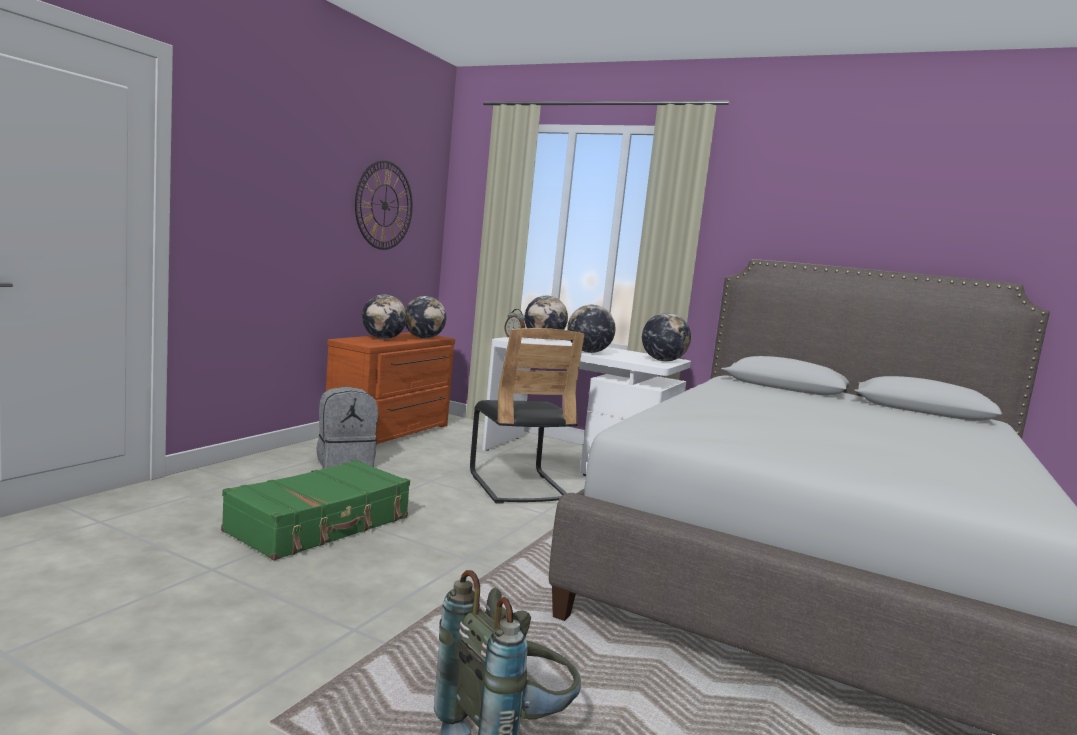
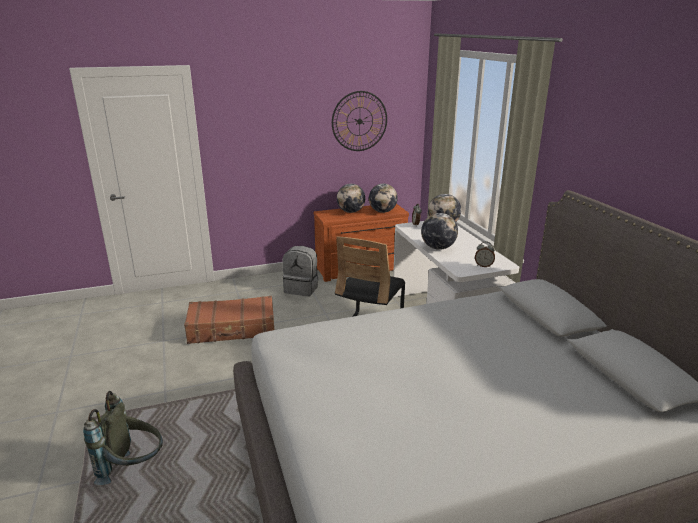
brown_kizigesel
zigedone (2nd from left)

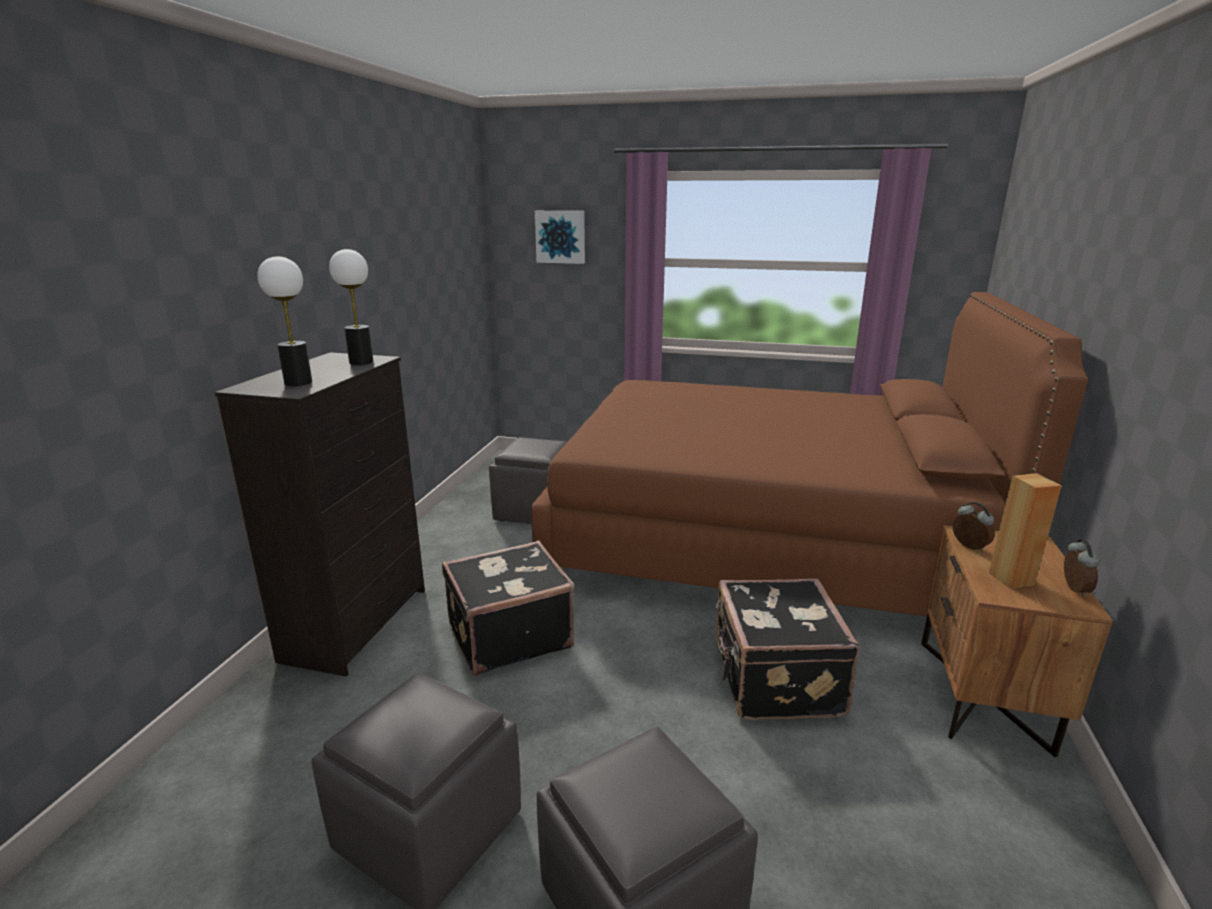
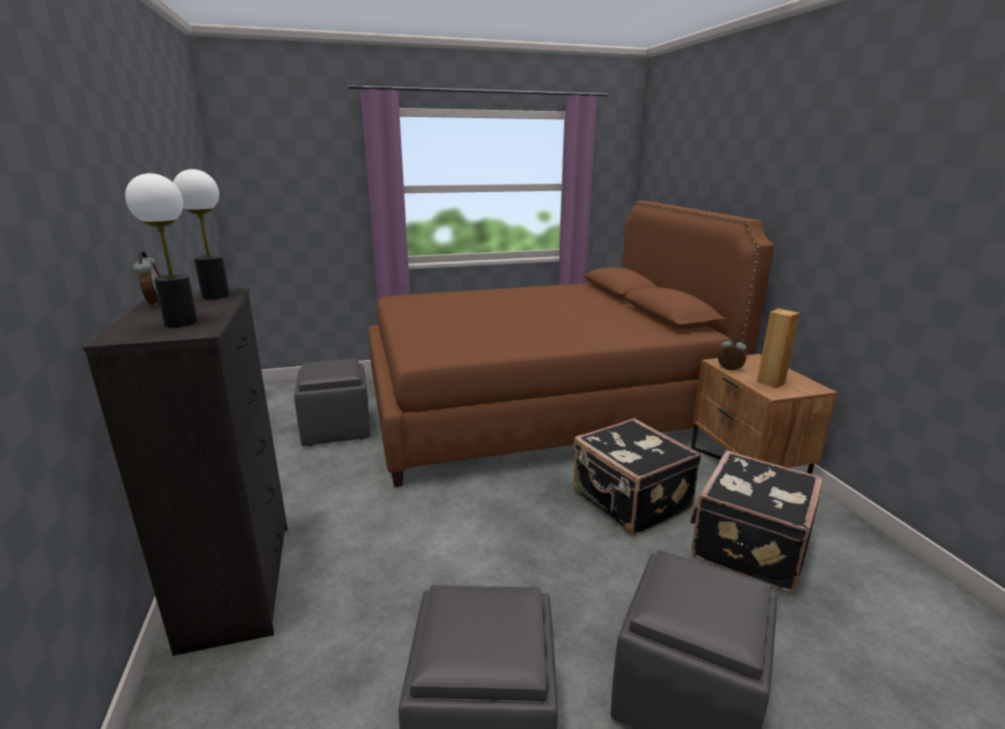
zigedone (1st from left)
black_kizigesel (2nd from left)
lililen

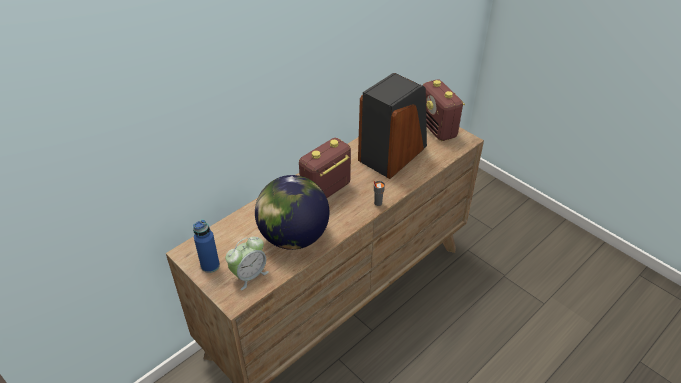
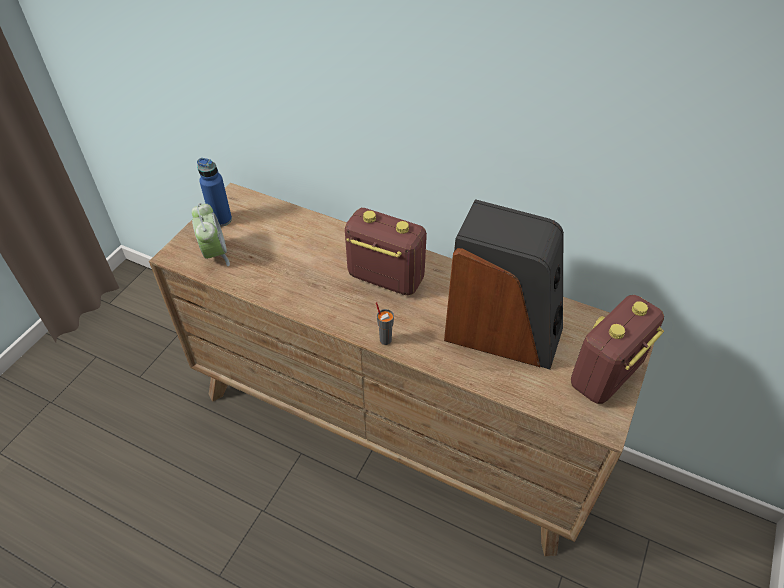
zigedone
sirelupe

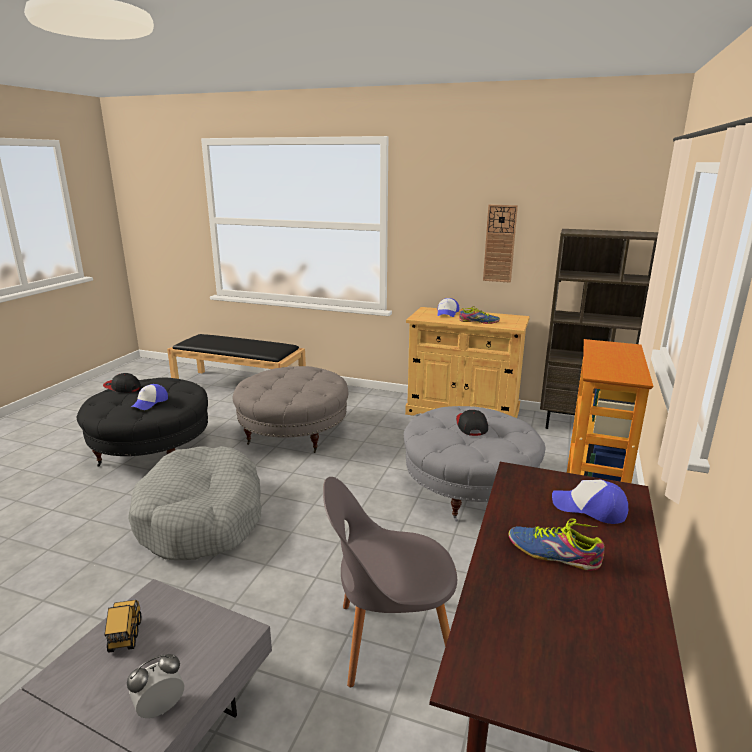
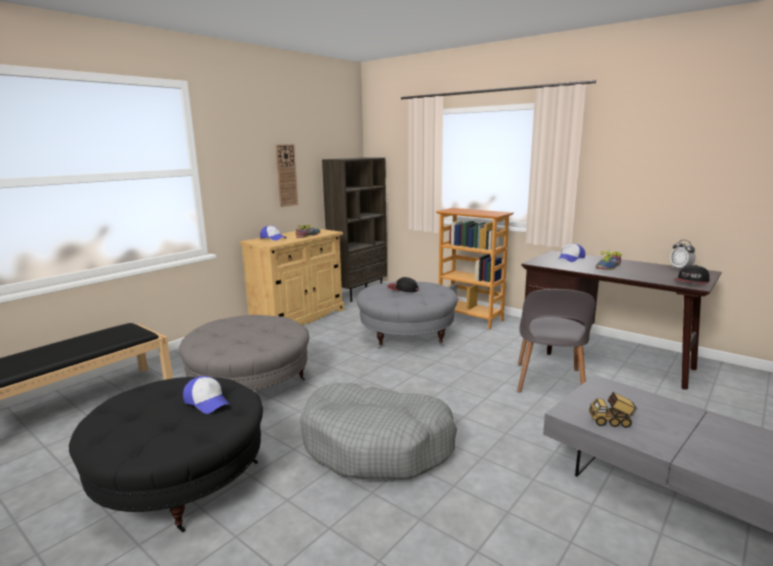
zigedone
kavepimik (5th from left)

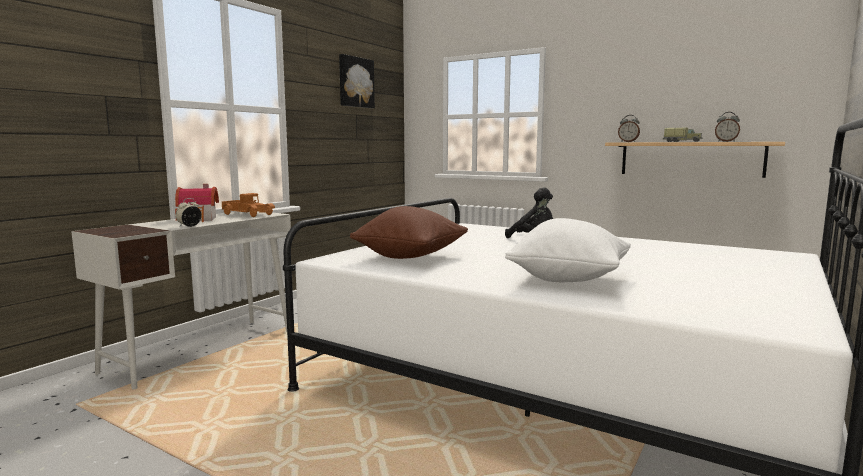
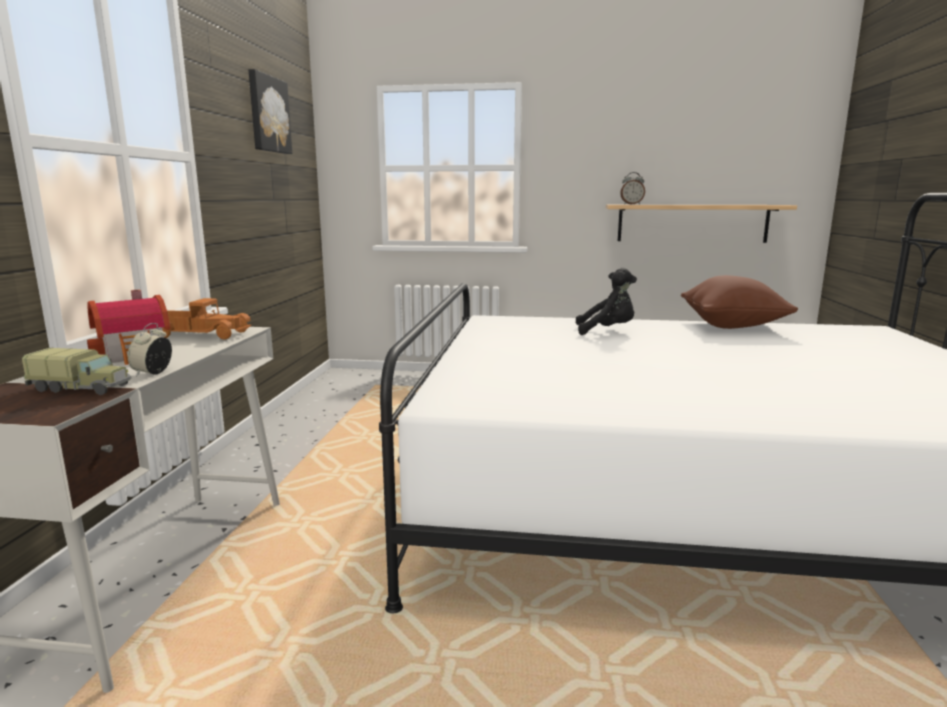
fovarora (1st from left)
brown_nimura
white_nimura
zigedone (3rd from left in the first image)

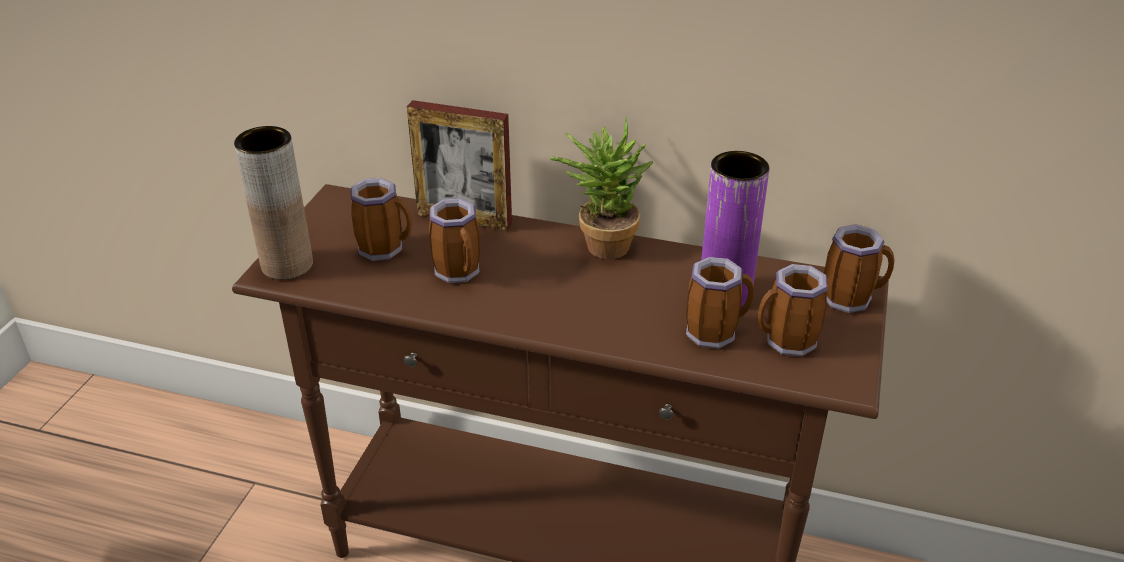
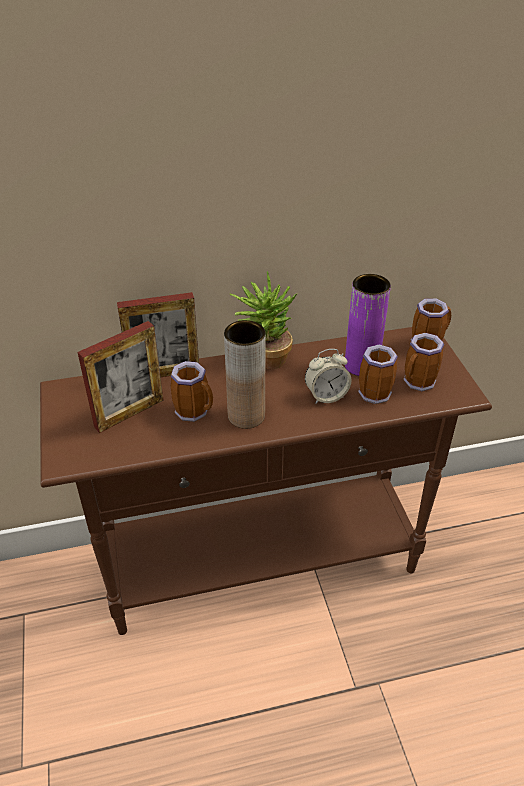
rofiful (1st from left)
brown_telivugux
zigedone

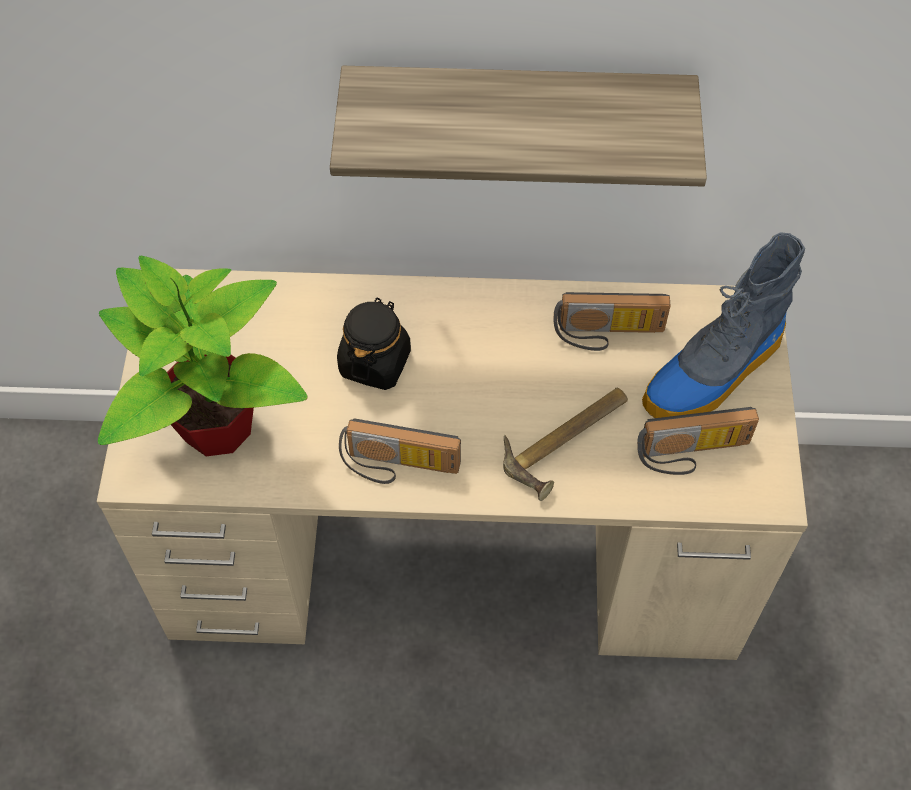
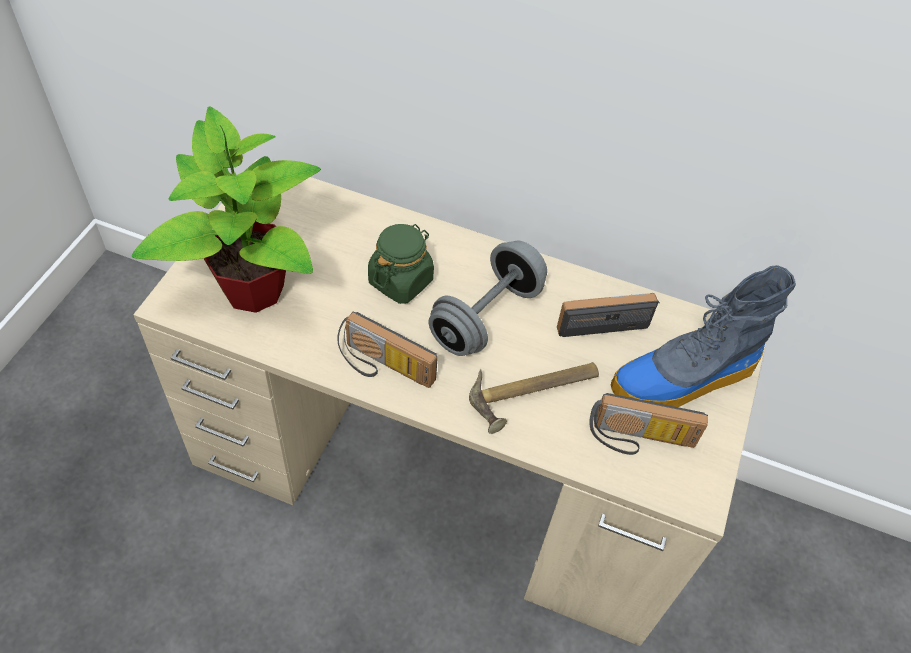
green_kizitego
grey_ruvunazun
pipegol (2nd from left)
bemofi

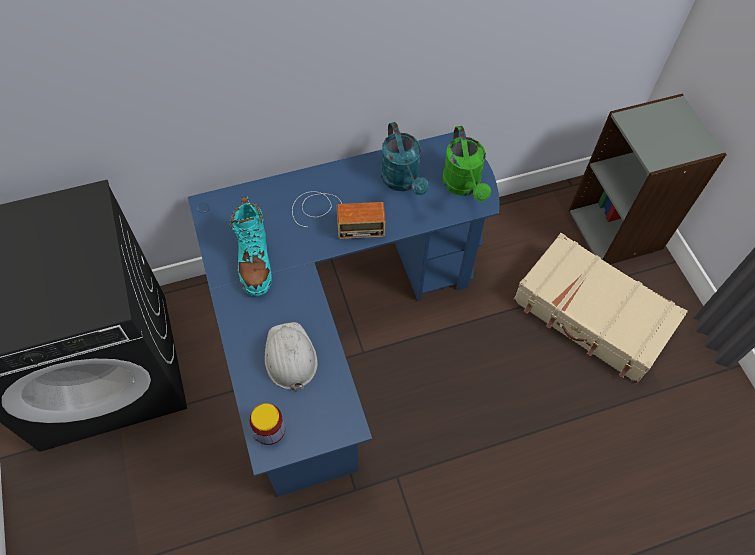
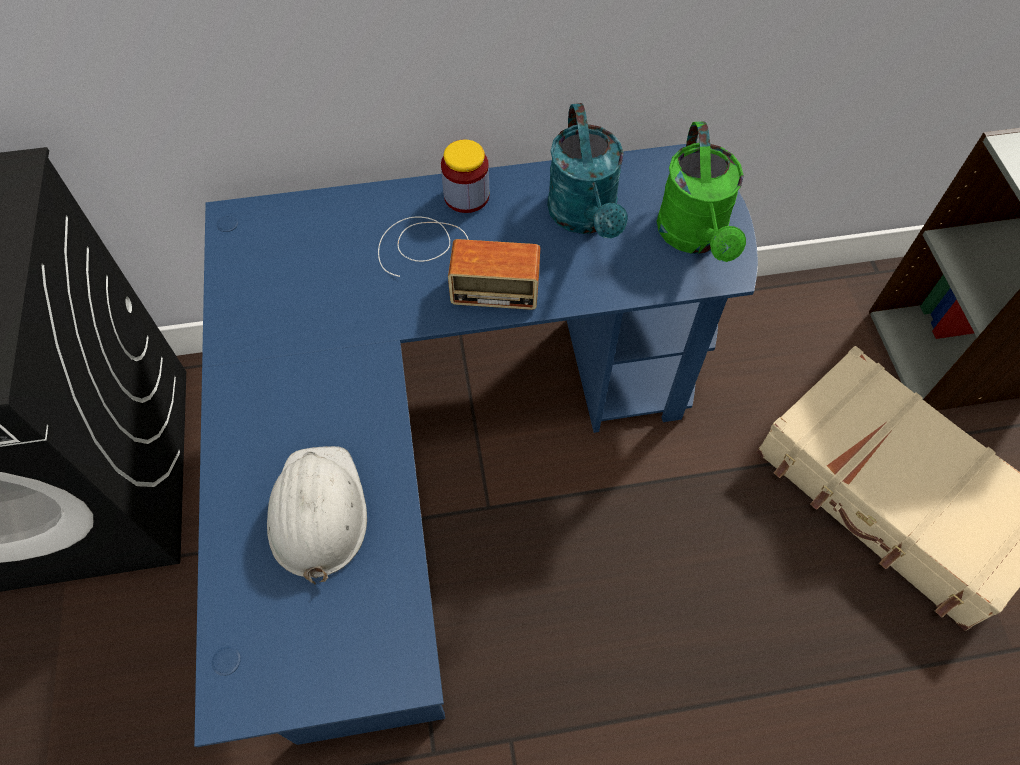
kizitego
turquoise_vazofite

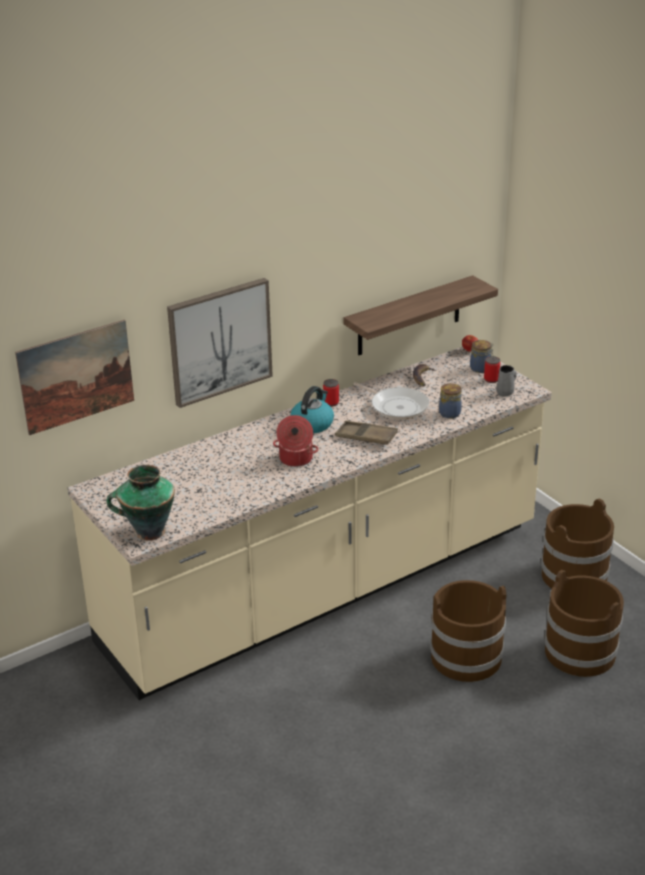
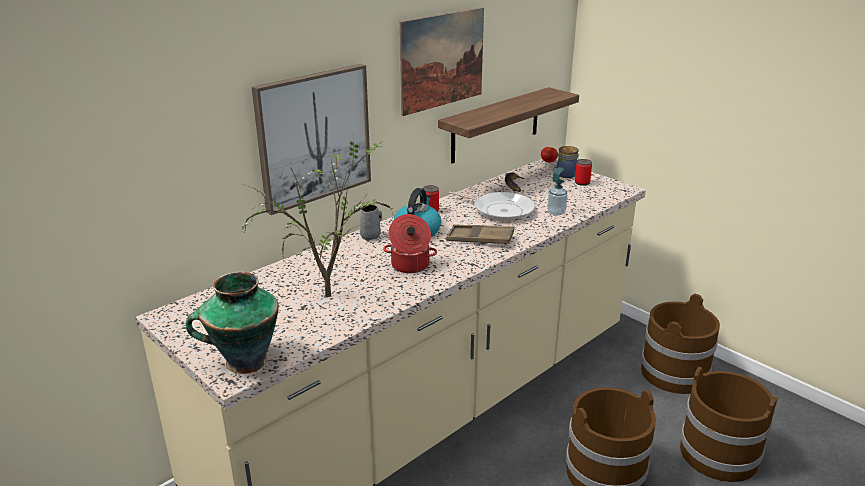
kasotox
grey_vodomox
lililen (2nd from left)
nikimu

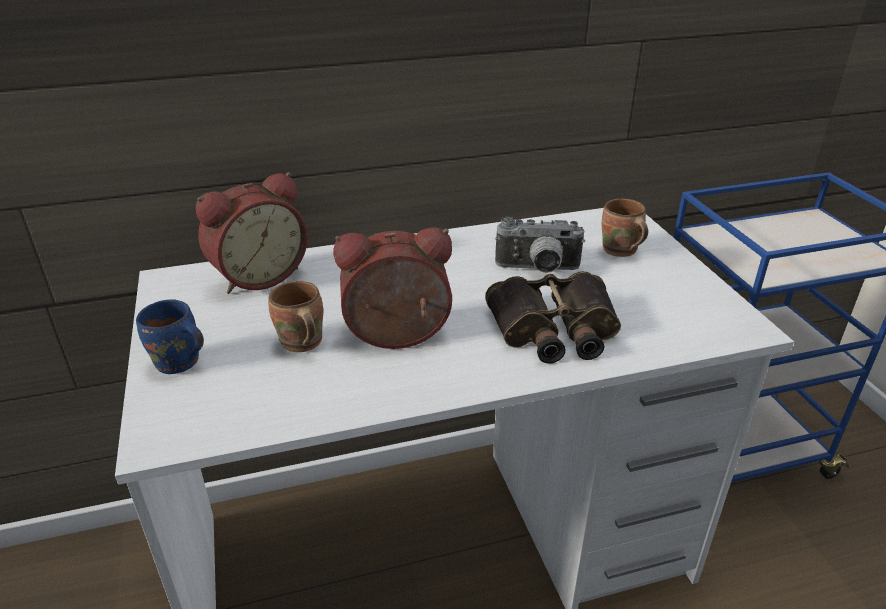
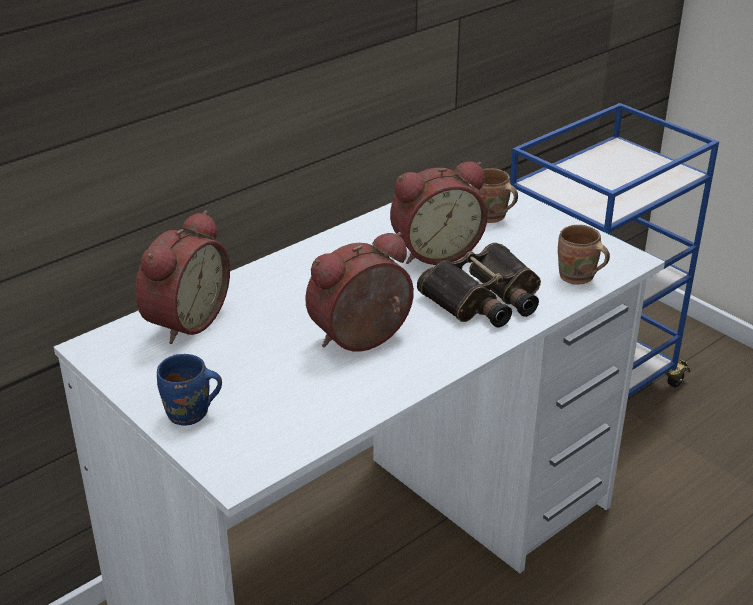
zigedone (3rd from left)
brown_vodomox (2nd from left)

